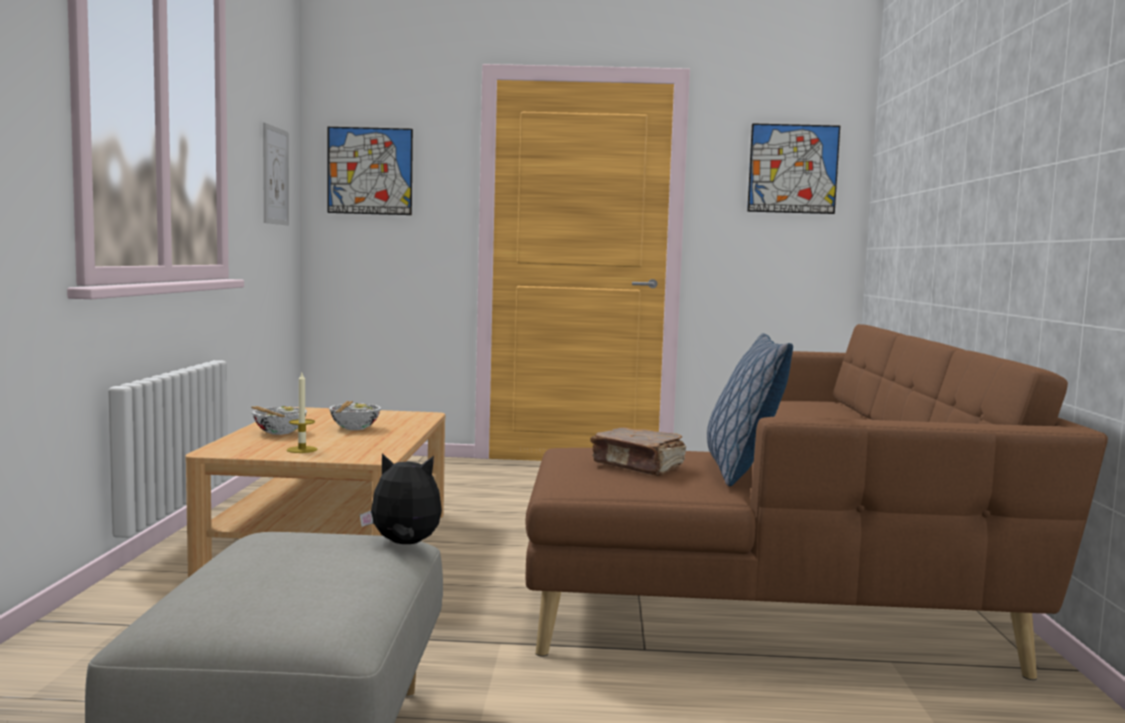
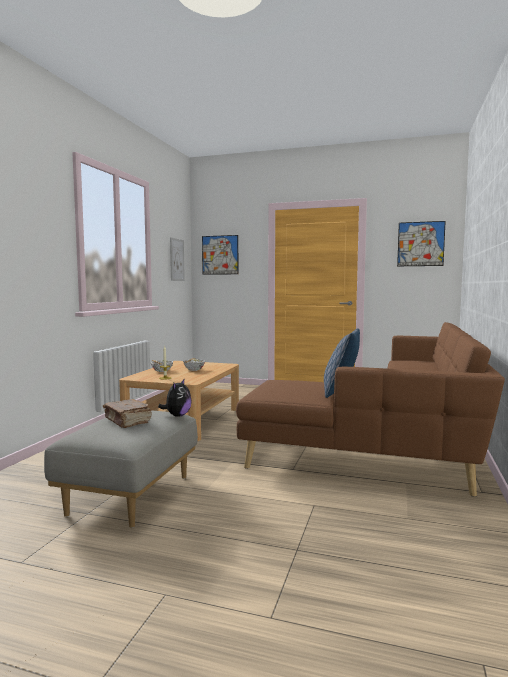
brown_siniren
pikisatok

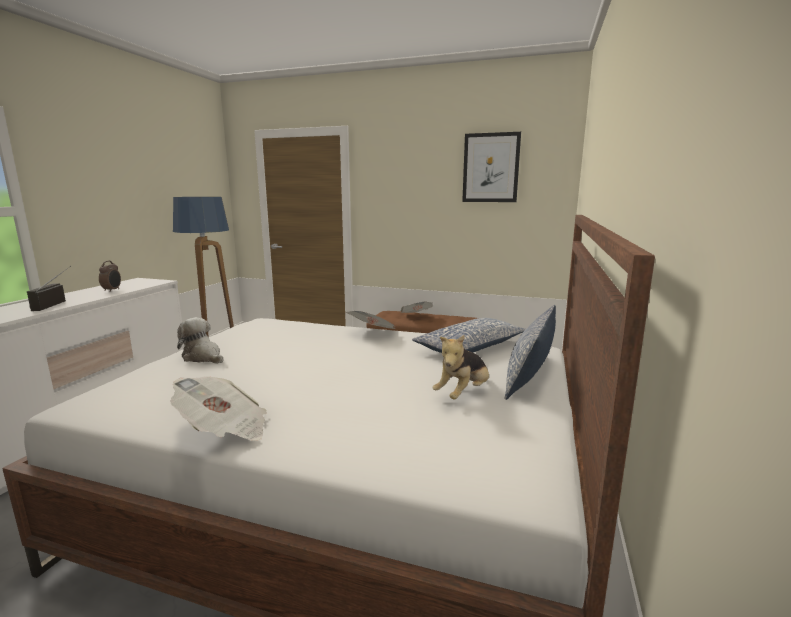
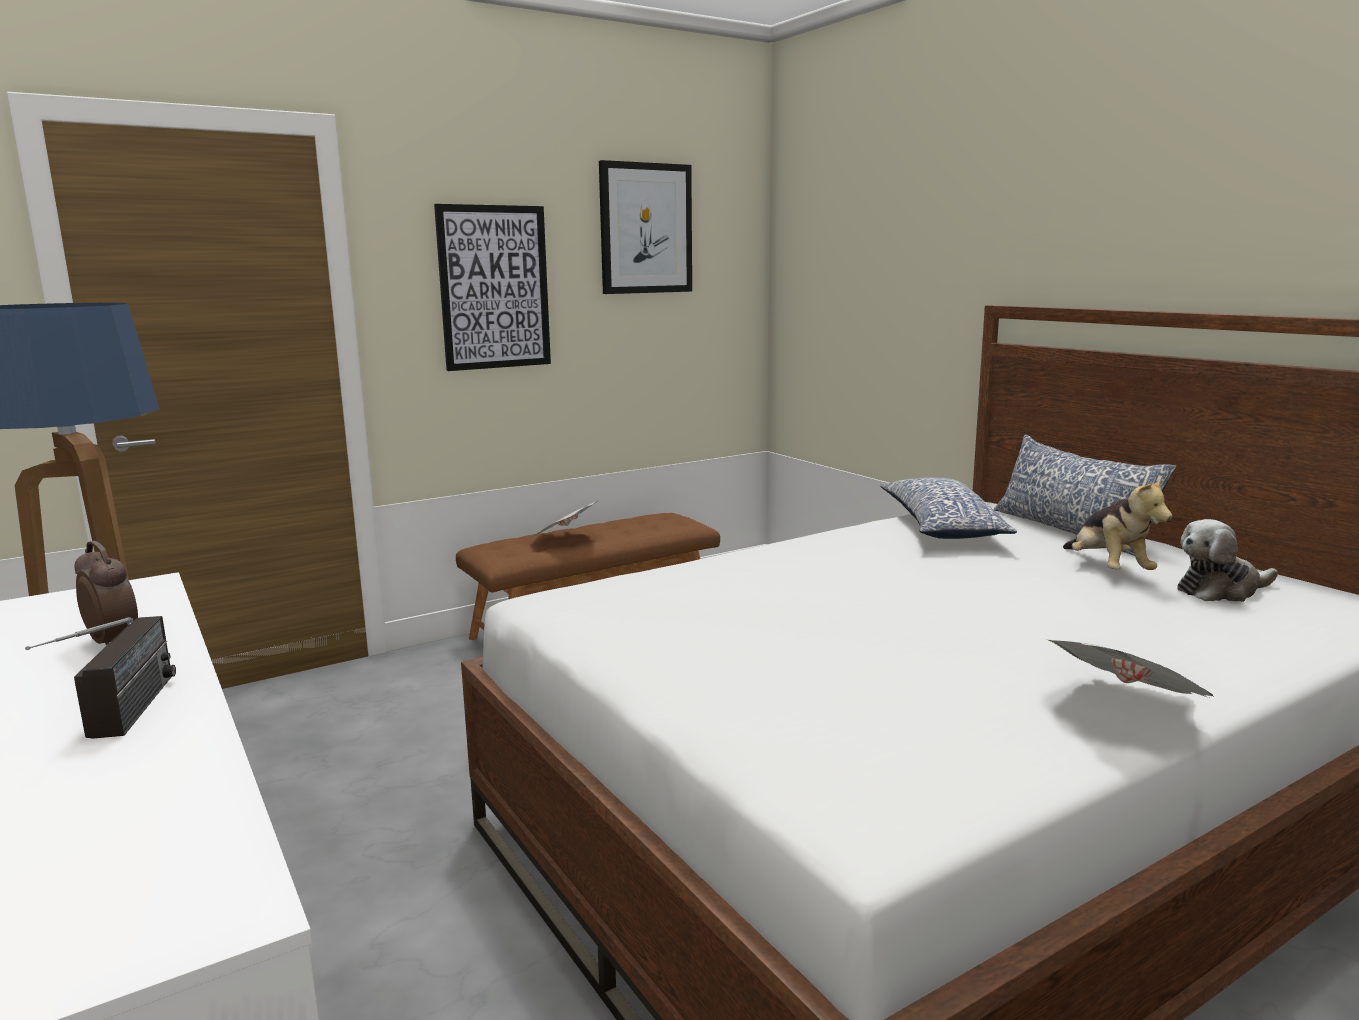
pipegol
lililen (1st from left)
pikisatok (2nd from left)
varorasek (2nd from left in the first image)

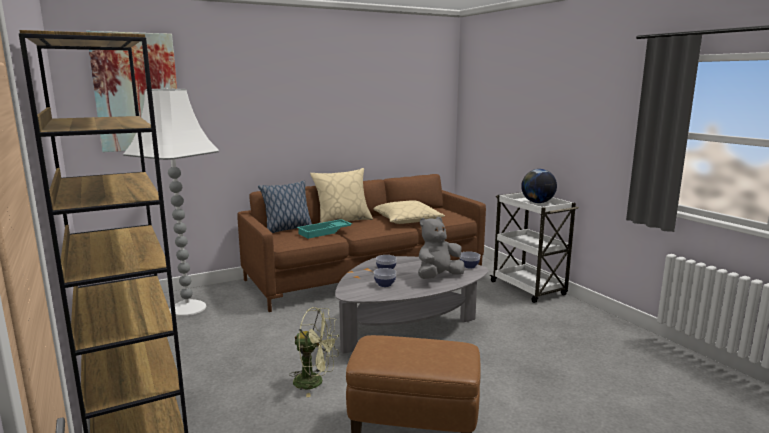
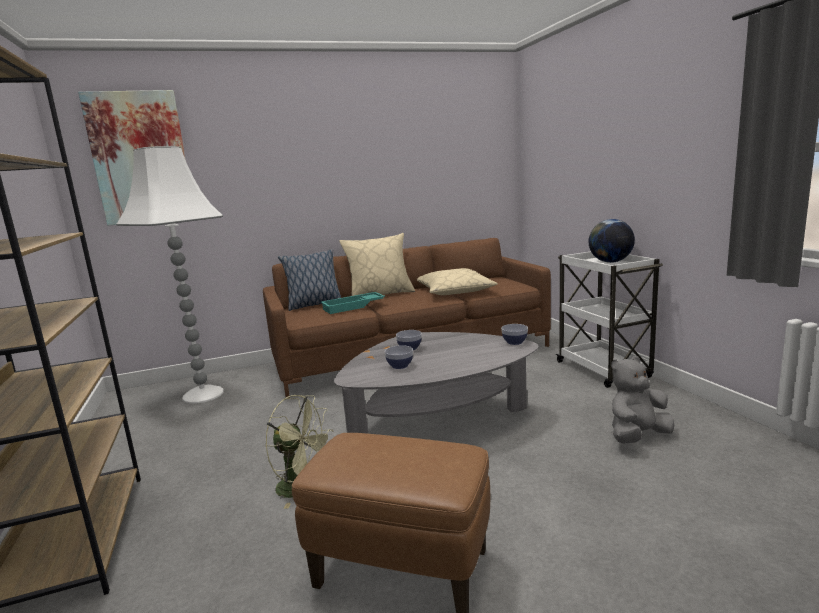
grey_pikisatok

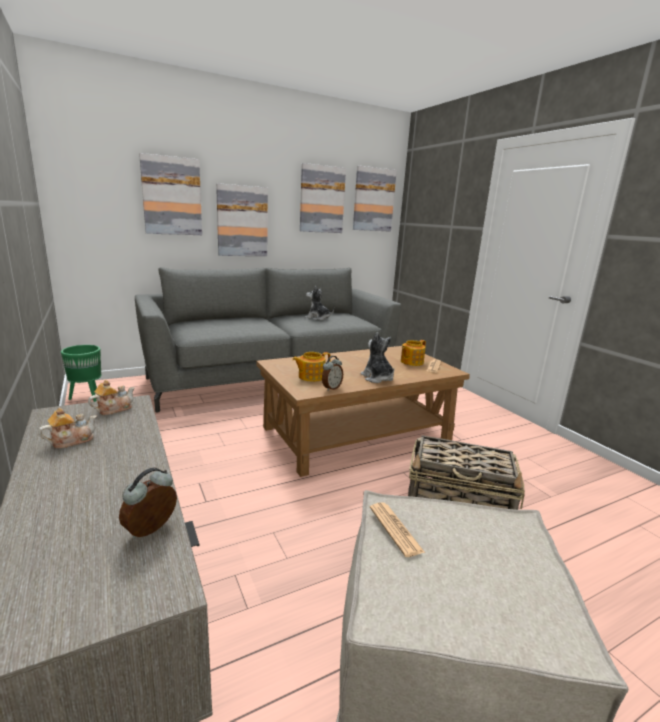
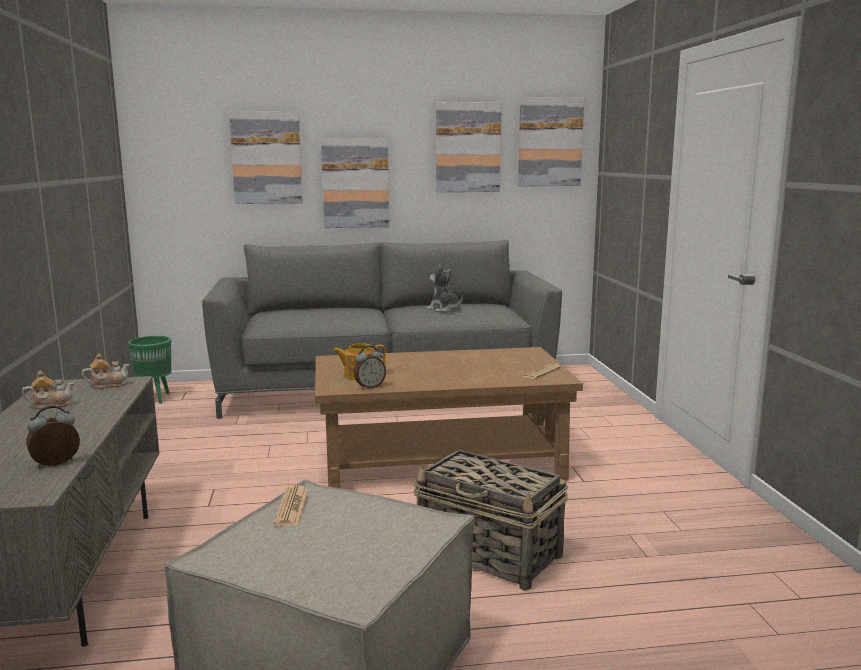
pikisatok (2nd from left in the first image)
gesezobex (4th from left in the first image)

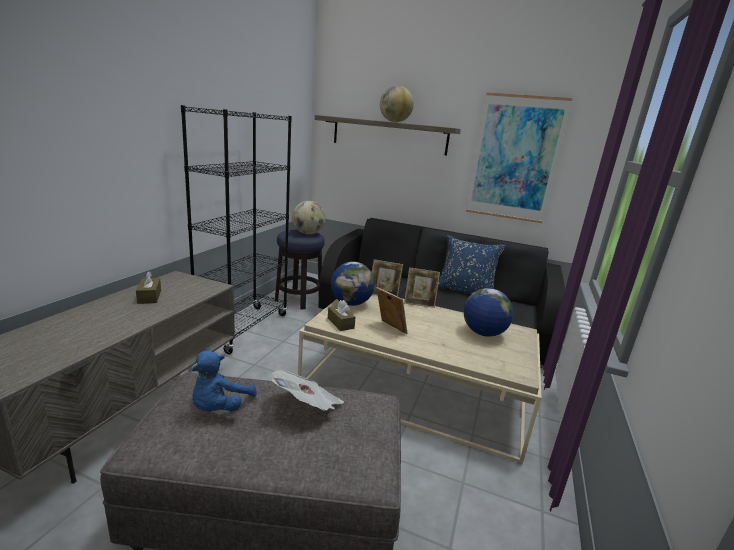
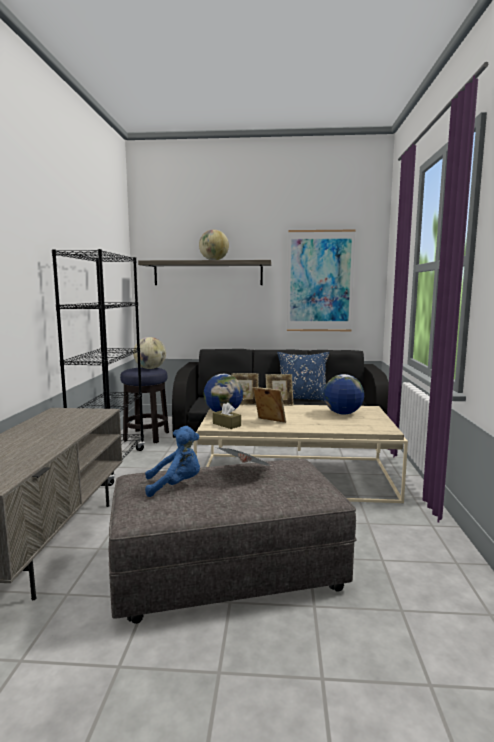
blue_pikisatok
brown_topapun (1st from left in the first image)

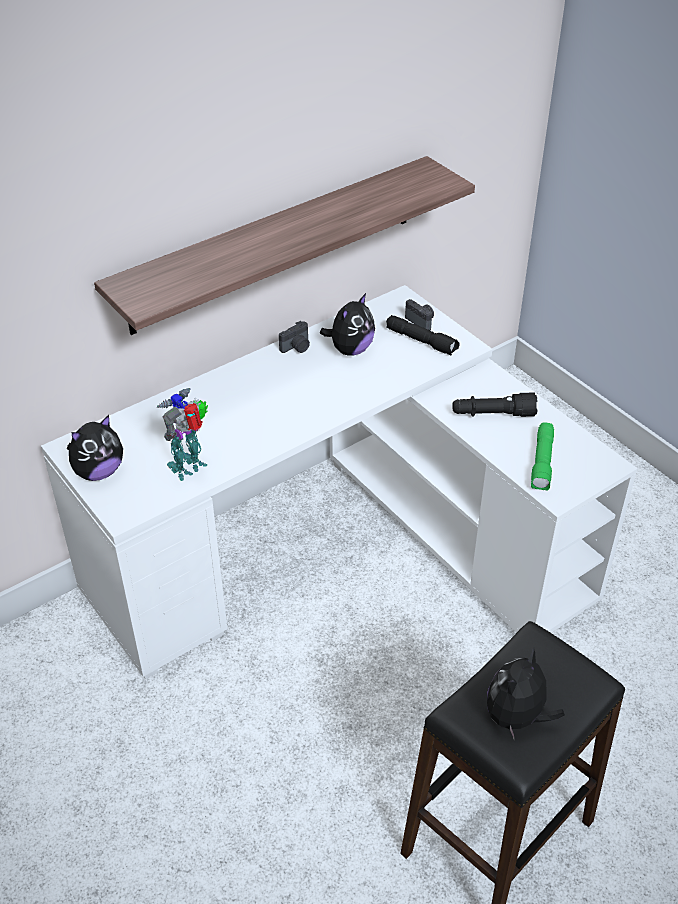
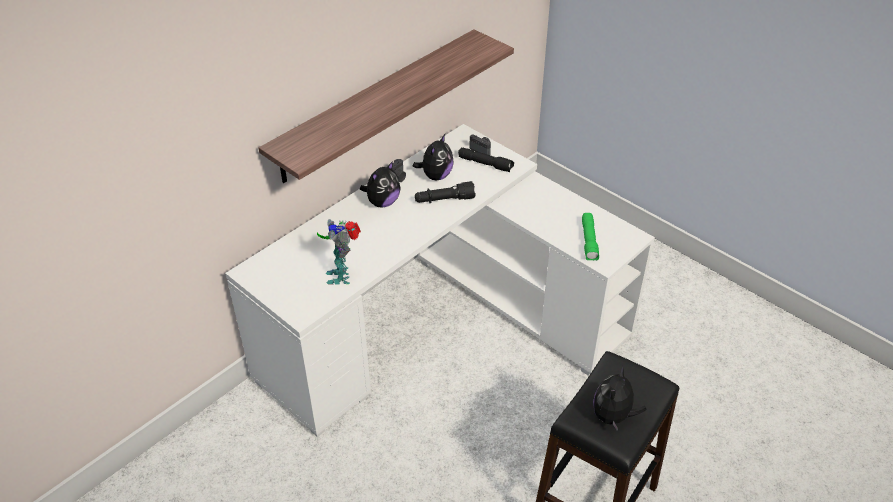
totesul
pikisatok (1st from left)
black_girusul (1st from left)

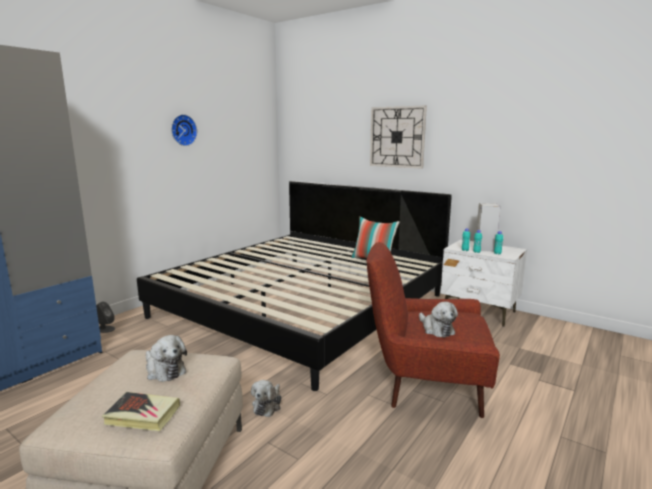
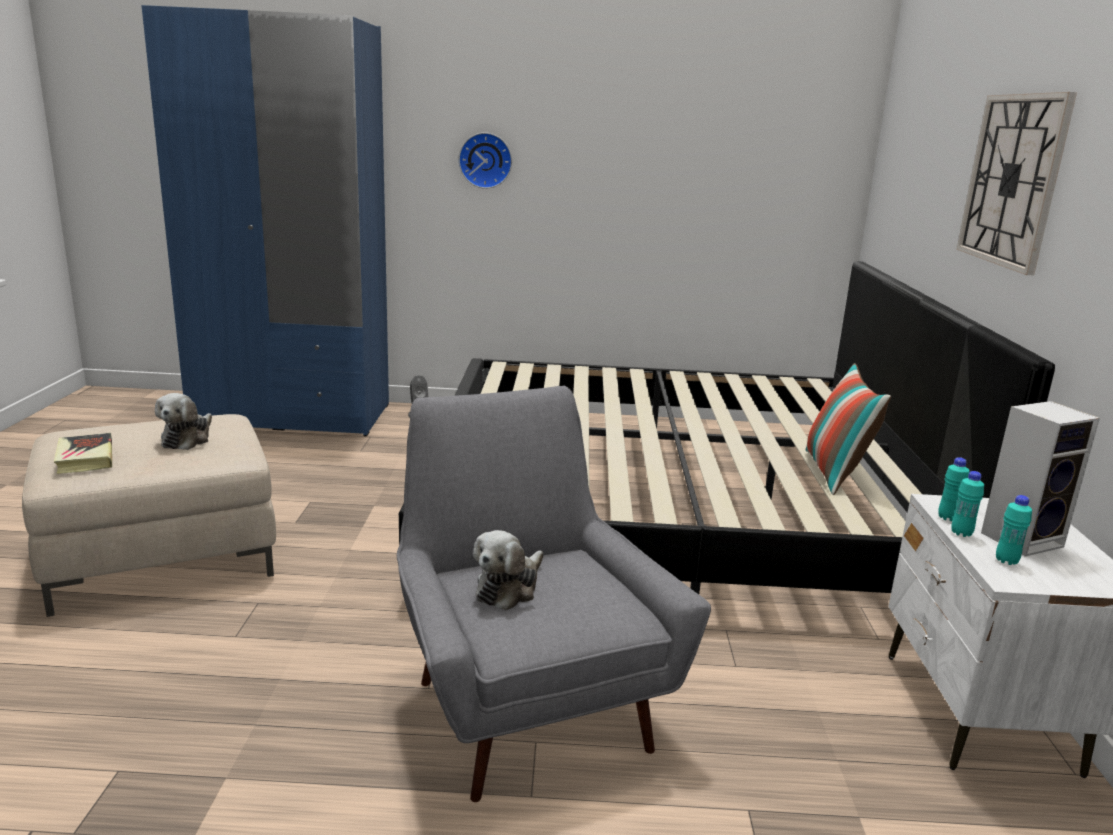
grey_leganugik
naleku (1st from left)
pikisatok (2nd from left in the first image)

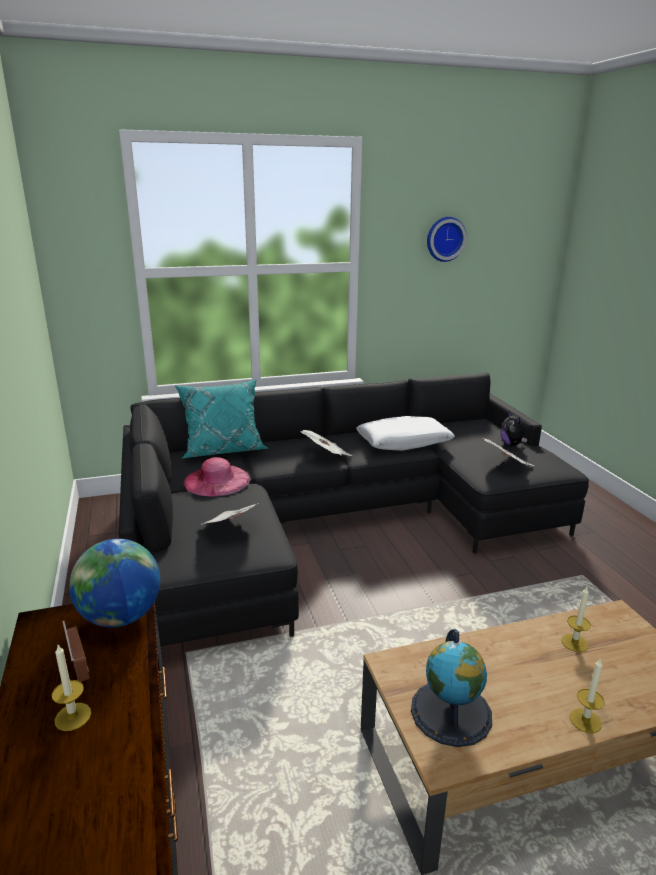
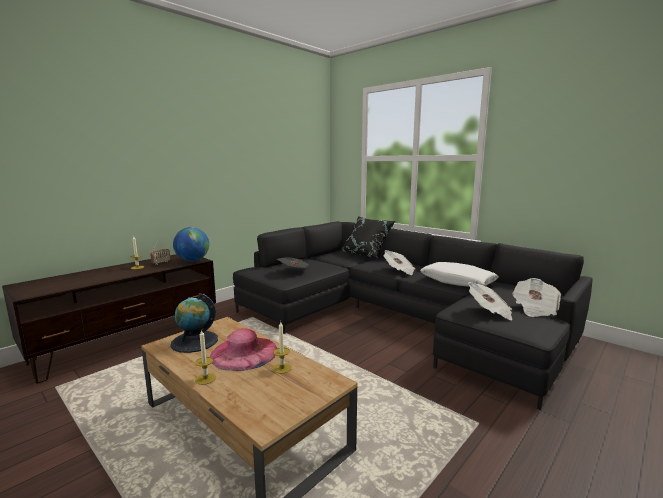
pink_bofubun
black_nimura
varorasek (4th from left)
naleku

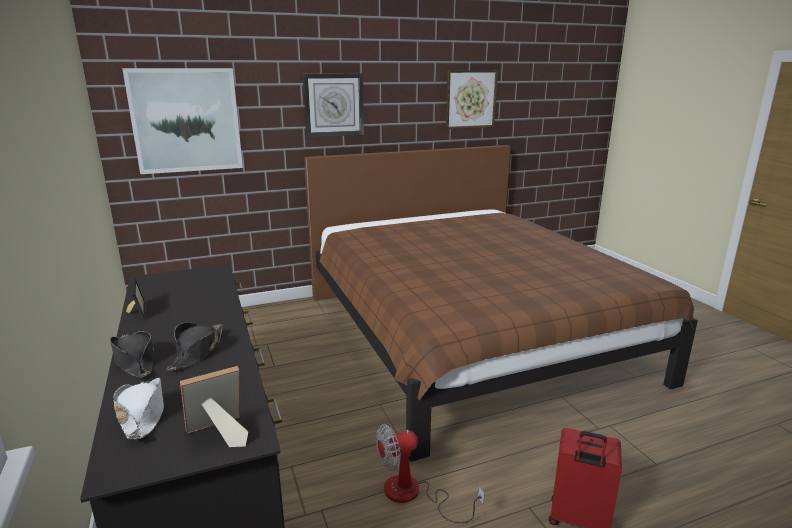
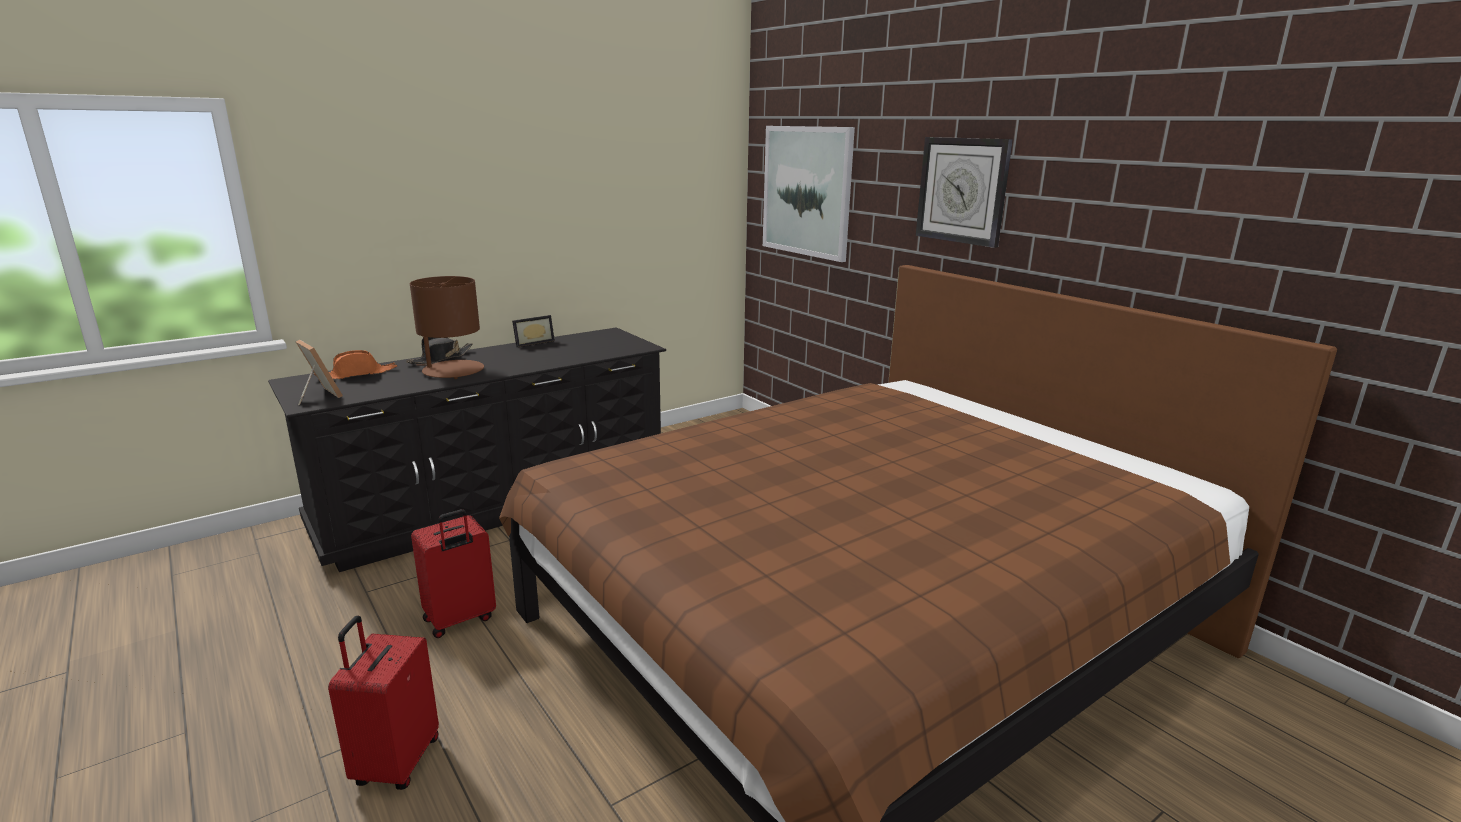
orange_bofubun
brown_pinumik
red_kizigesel (2nd from left)
lililen (2nd from left in the first image)

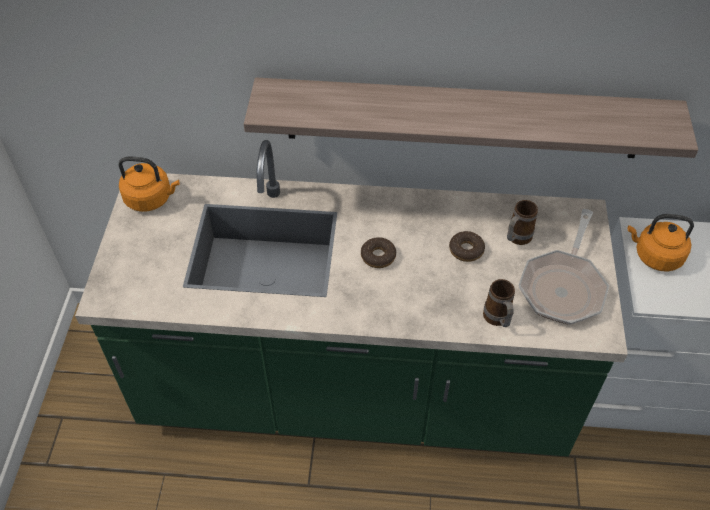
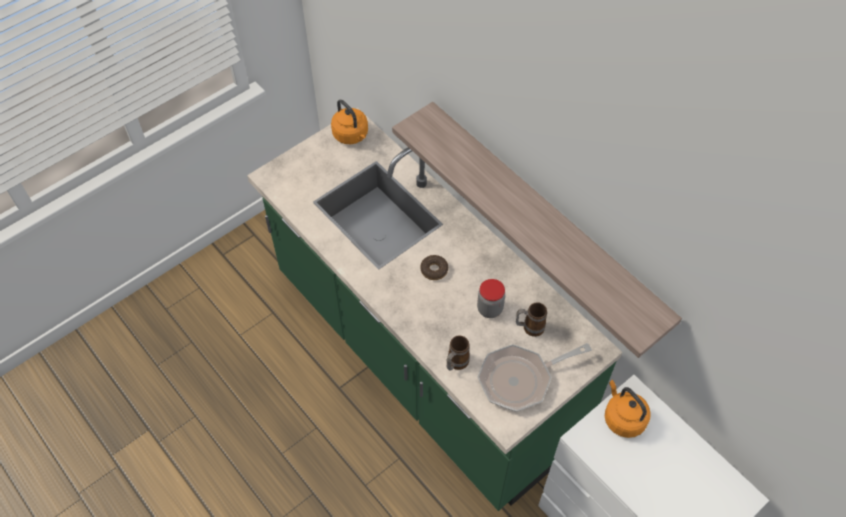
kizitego

